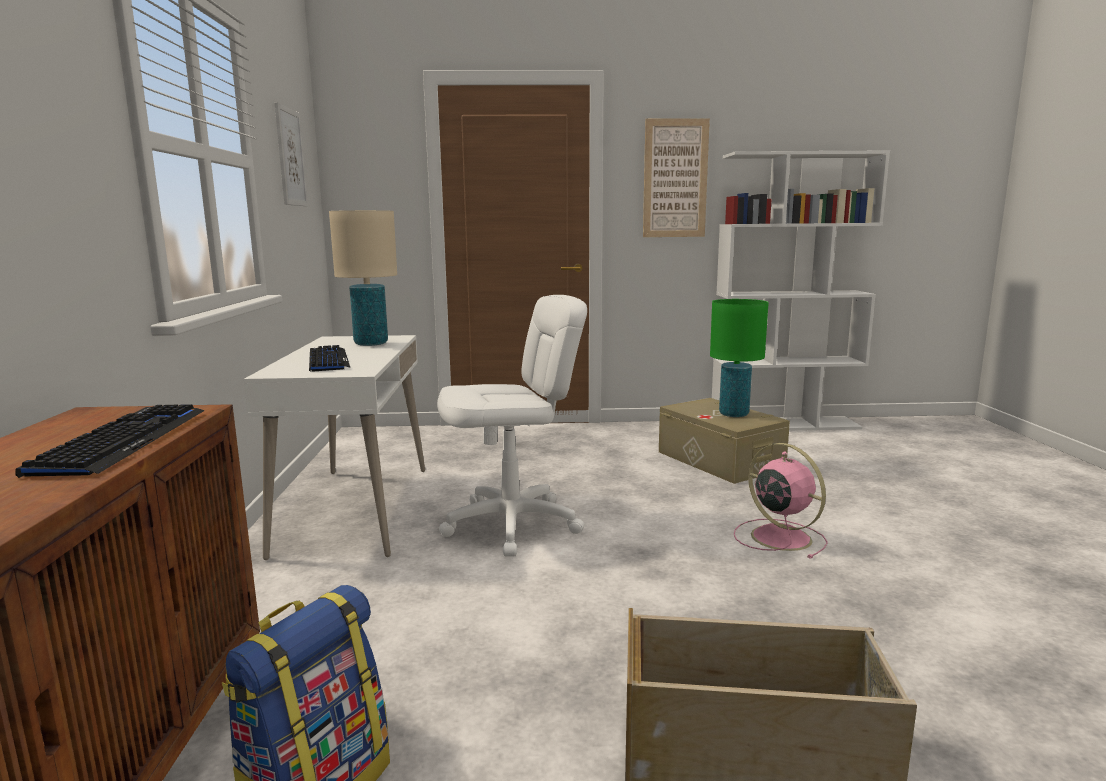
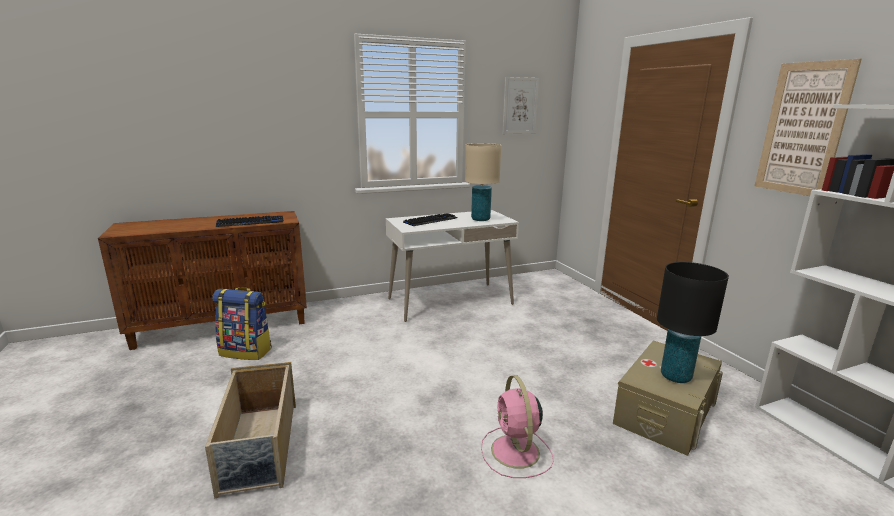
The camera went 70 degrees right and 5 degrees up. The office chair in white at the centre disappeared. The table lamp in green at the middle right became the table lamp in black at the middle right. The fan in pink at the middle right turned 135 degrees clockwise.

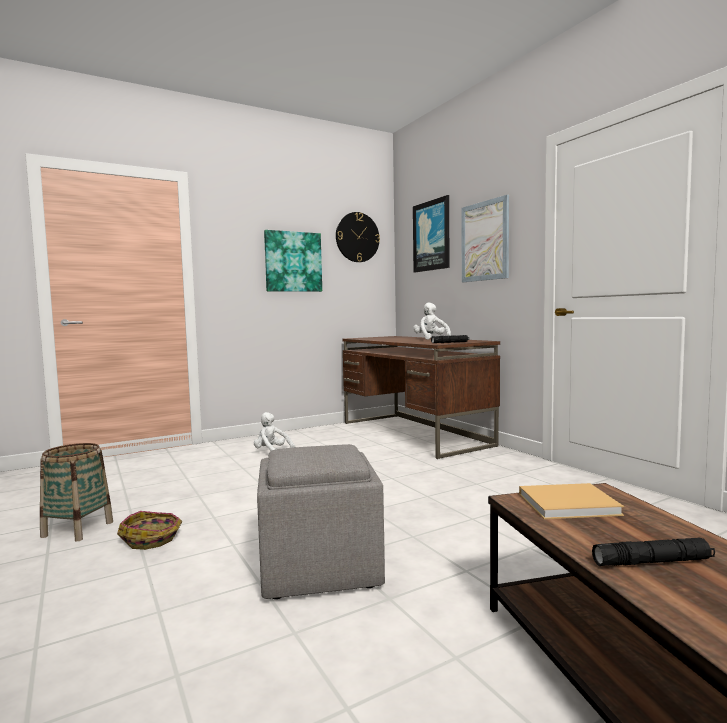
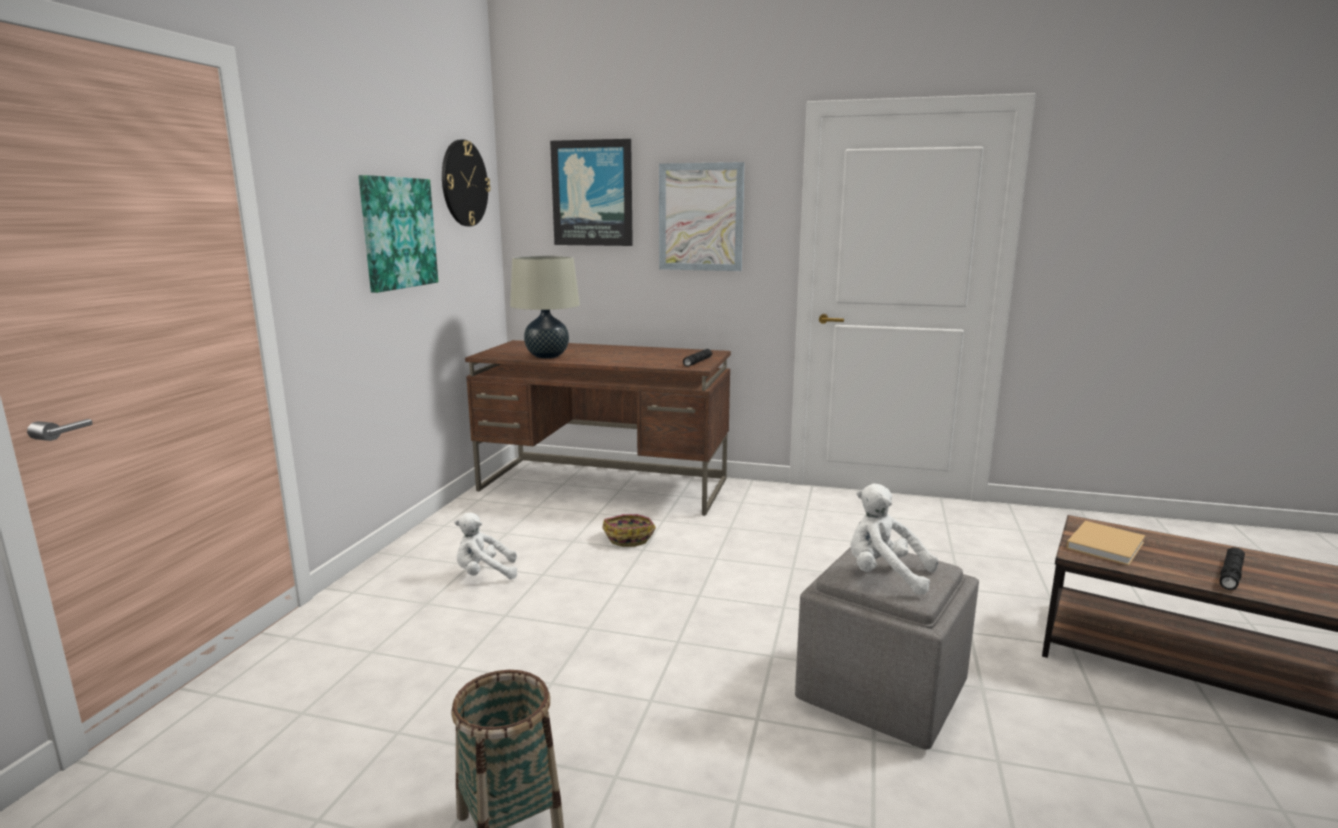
The camera went 45 degrees left and 10 degrees up. The basket (2nd from left) moved from the bottom left to the centre. The plush toy in white (2nd from left) moved from the centre to the middle right. The table lamp in beige at the centre appeared.

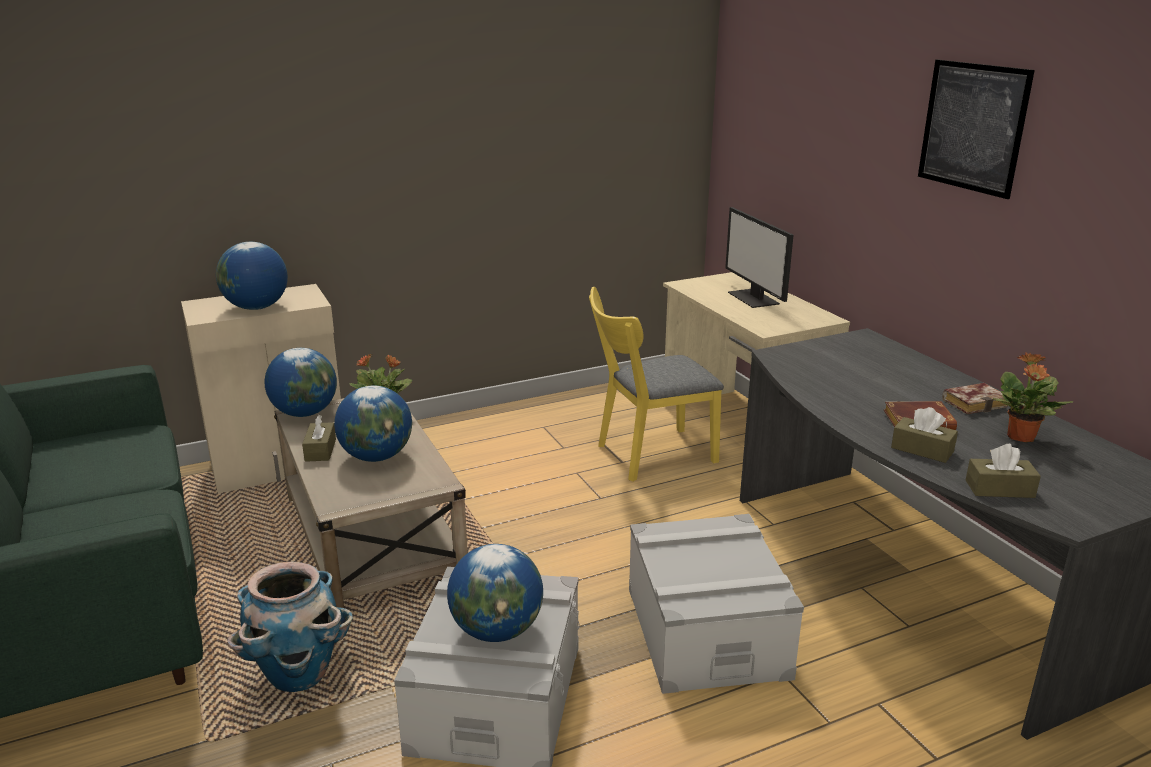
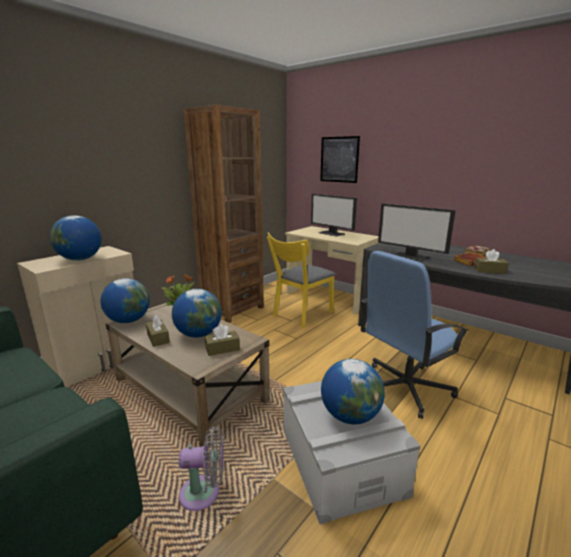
The camera went 25 degrees left and 5 degrees down. The planter at the bottom left was replaced by the fan in grey at the bottom centre. The storage box in grey (2nd from left) at the bottom centre was replaced by the office chair in blue at the middle right. The picture moved from the top right to the top centre. The tissue box in brown (3rd from left in the first image) moved from the middle right to the centre. The potted plant (2nd from left) at the middle right disappeared. The bookcase in brown at the centre appeared. The monitor (2nd from left) at the middle right appeared.

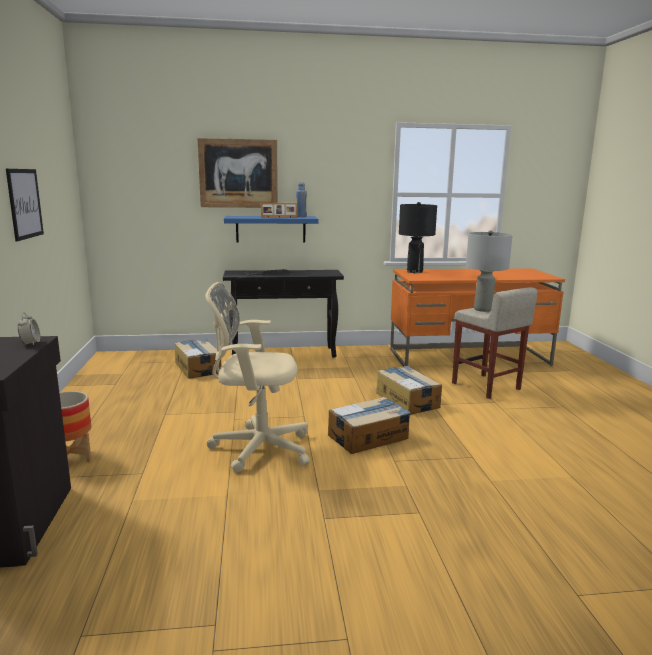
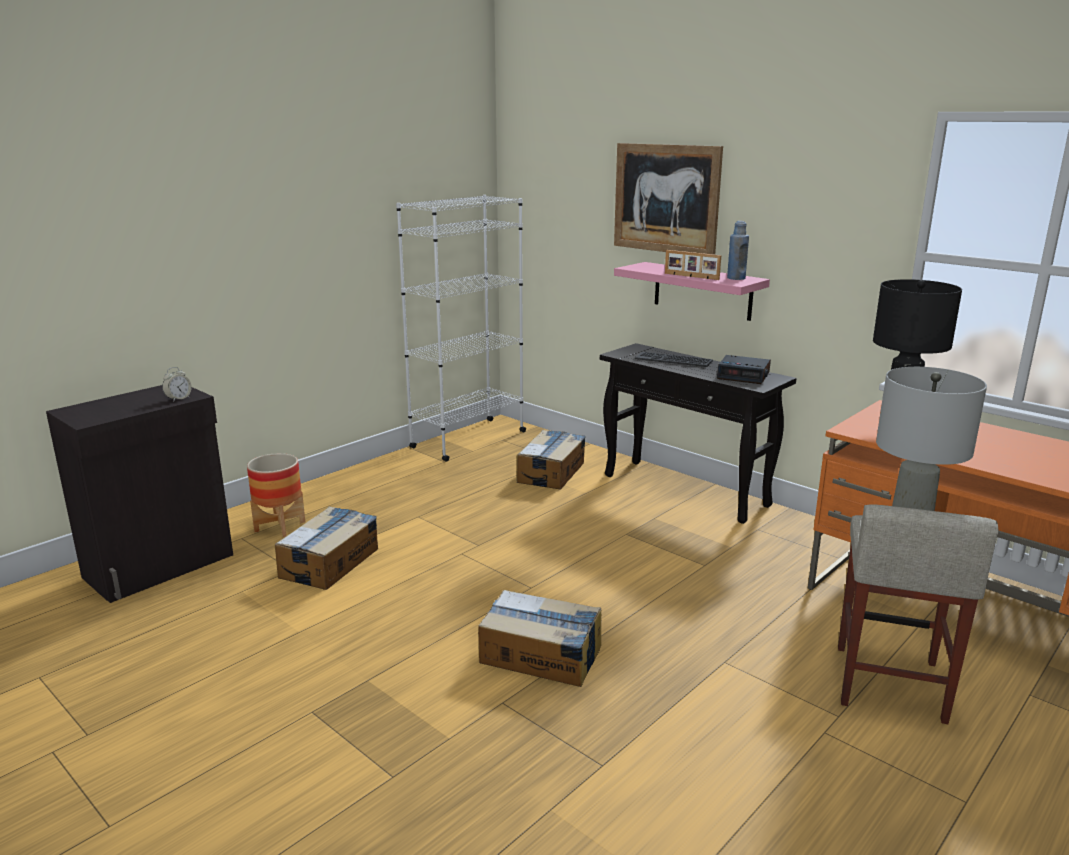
The camera went 50 degrees right and 5 degrees up. The picture (1st from left) at the top left disappeared. The office chair in beige at the centre disappeared. The shelf in blue at the centre became the shelf in pink at the centre. The cardboard box (3rd from left in the first image) moved from the centre to the middle left. The bookcase in white at the centre appeared. The alarm clock (2nd from left) at the middle right appeared.

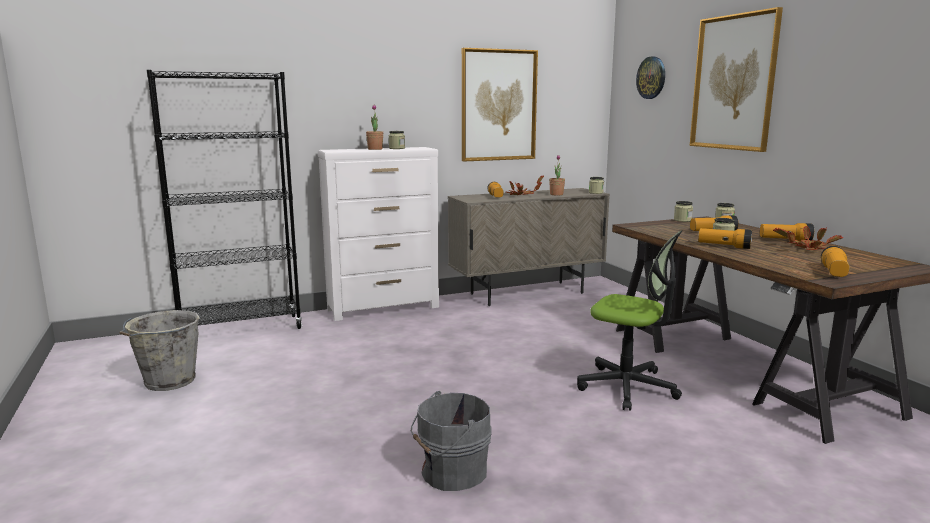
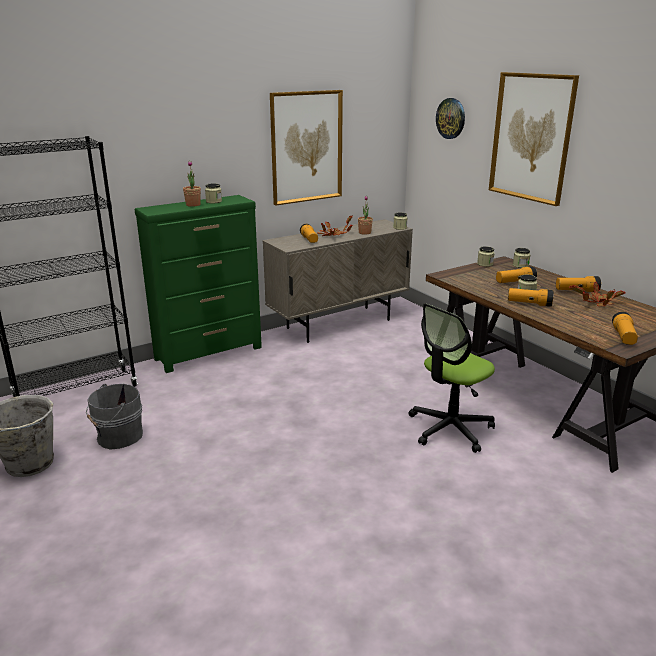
The camera went 10 degrees left and 10 degrees up. The dresser in white at the centre became the dresser in green at the middle left. The bucket in grey (2nd from left) moved from the bottom centre to the middle left. The office chair at the middle right turned 120 degrees clockwise.

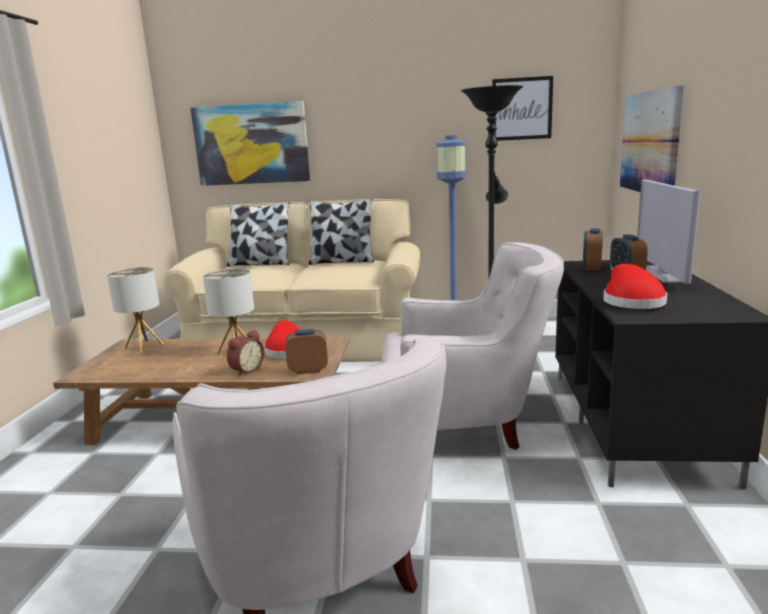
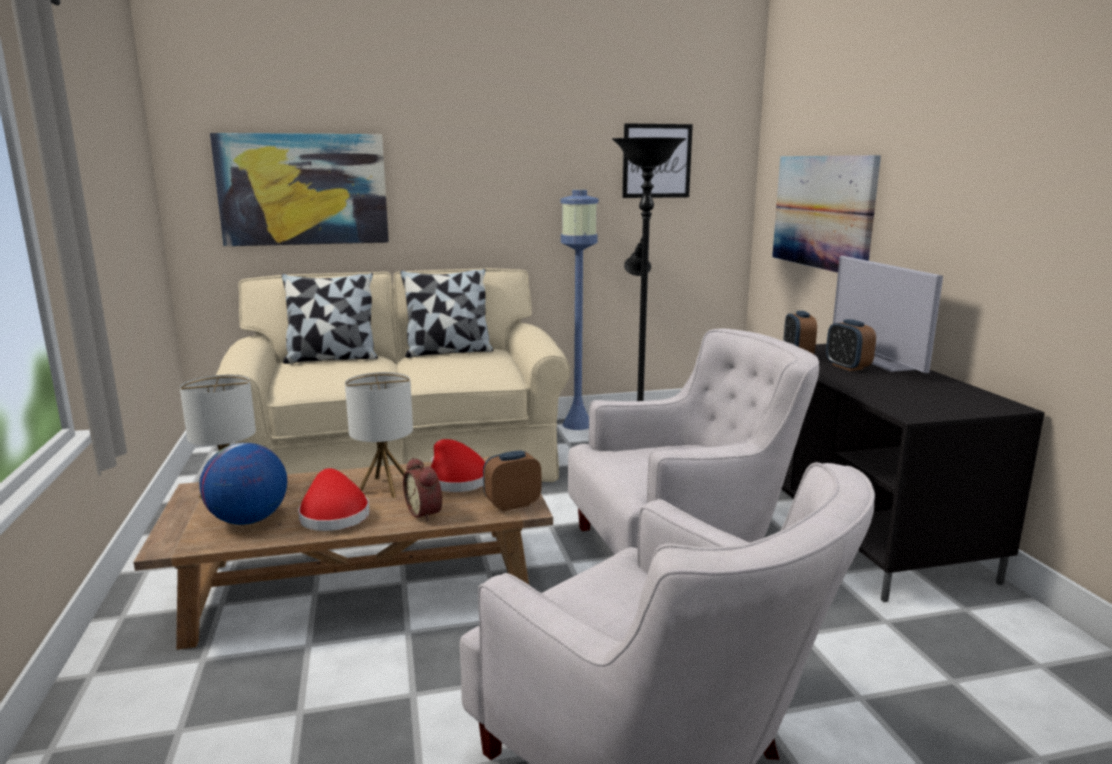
The camera went 20 degrees left and 0 degrees up. The alarm clock (1st from left) at the middle left turned 135 degrees clockwise. The hat in red (2nd from left in the first image) moved from the middle right to the middle left. The globe at the middle left appeared.

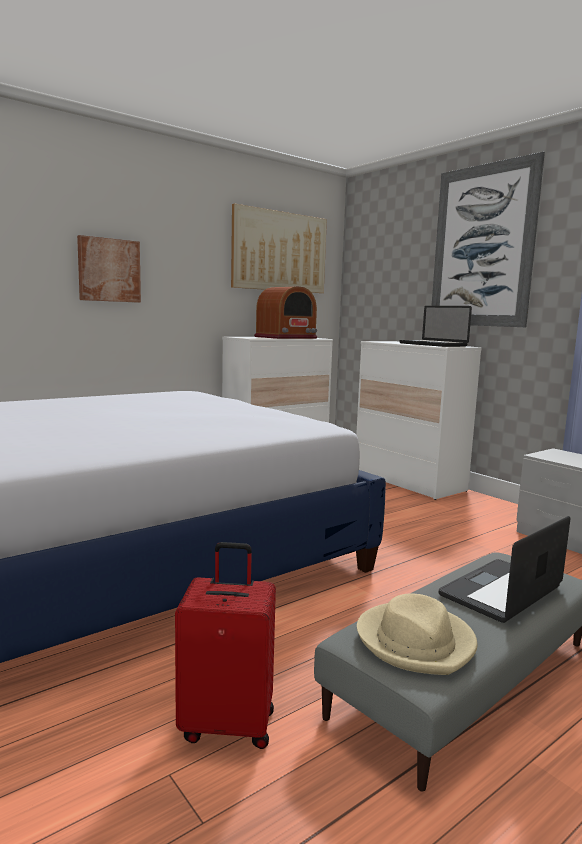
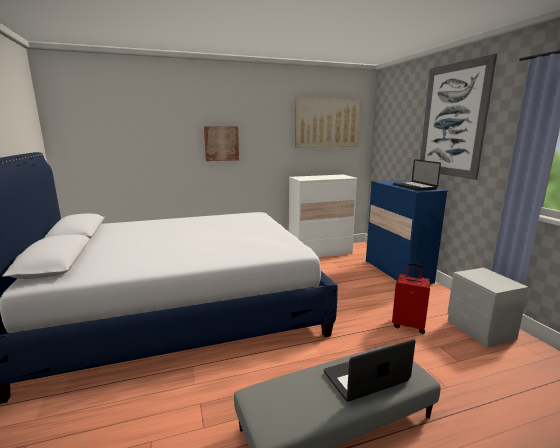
The camera went 20 degrees right and 5 degrees up. The suitcase in red moved from the bottom centre to the middle right. The radio at the centre disappeared. The dresser in white (2nd from left) at the middle right became the dresser in blue at the middle right. The hat in beige at the bottom right disappeared.

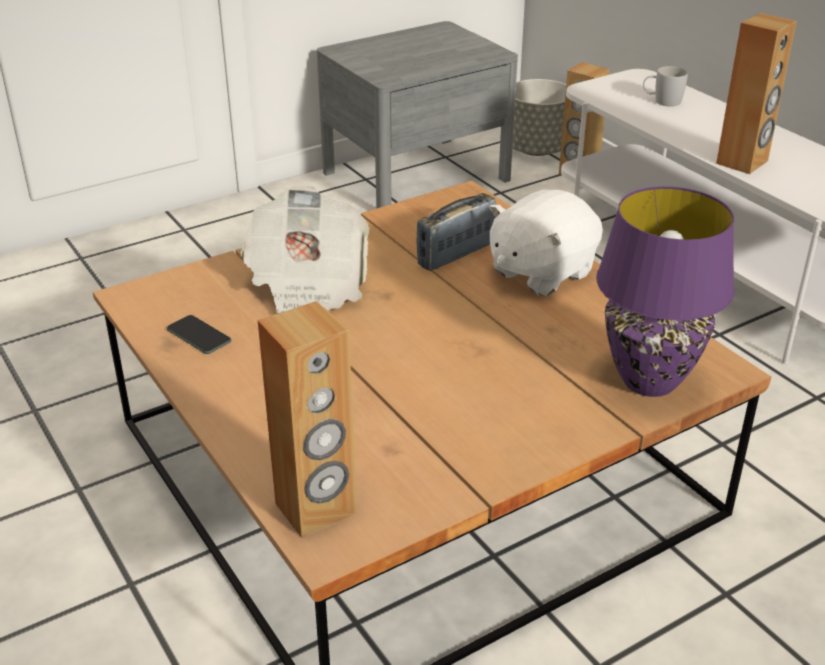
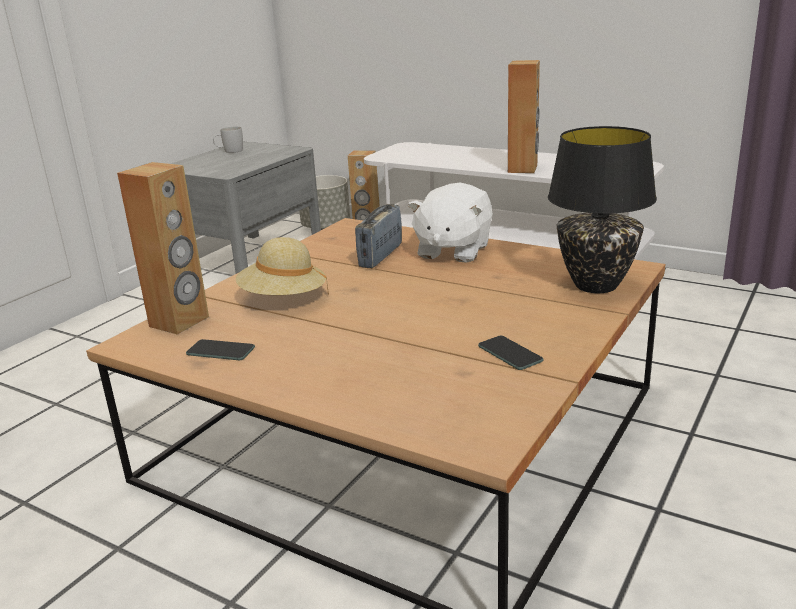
The camera went 25 degrees left and 10 degrees down. The newspaper at the centre was replaced by the hat in beige at the centre. The speaker in brown (1st from left) moved from the centre to the middle left. The table lamp in purple at the middle right became the table lamp in black at the middle right. The mug in white moved from the top right to the top left. The phone (2nd from left) at the centre appeared.

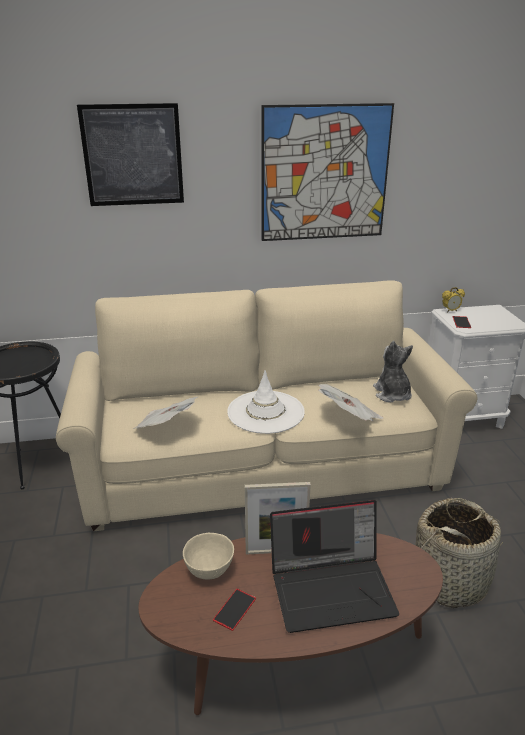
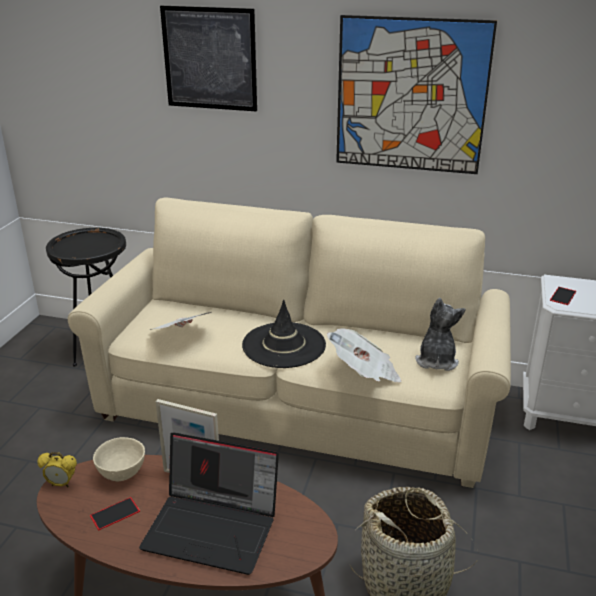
The camera went 25 degrees right and 0 degrees up. The hat in white at the centre became the hat in black at the centre. The alarm clock moved from the middle right to the bottom left.

